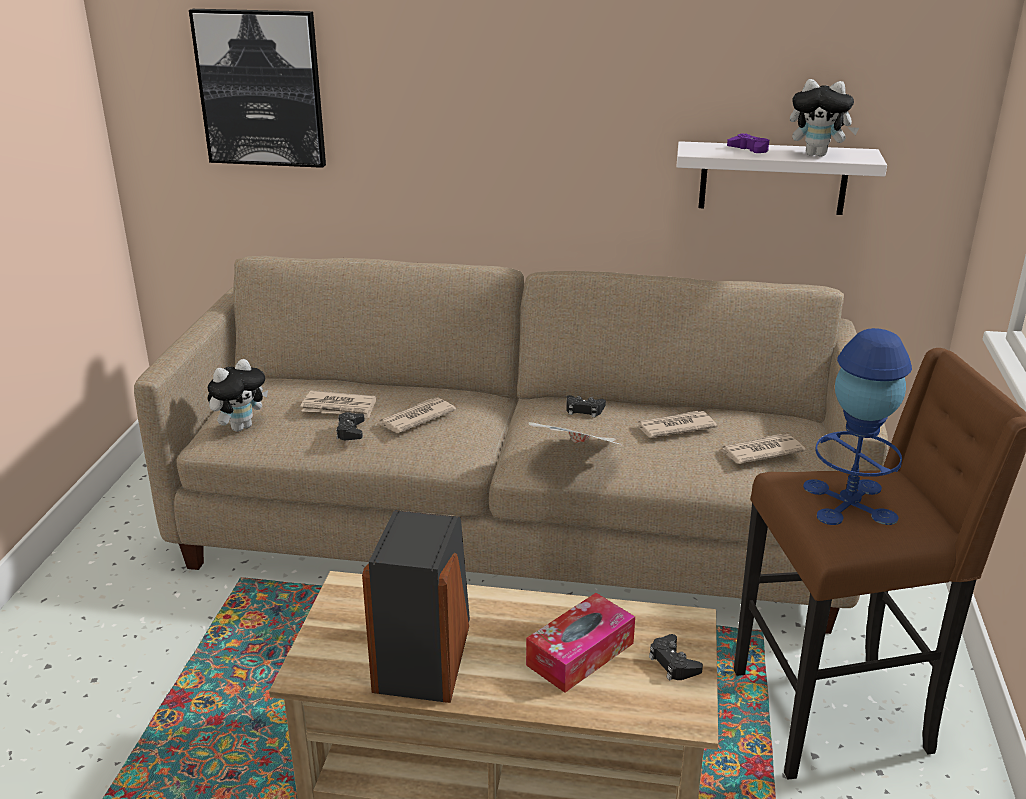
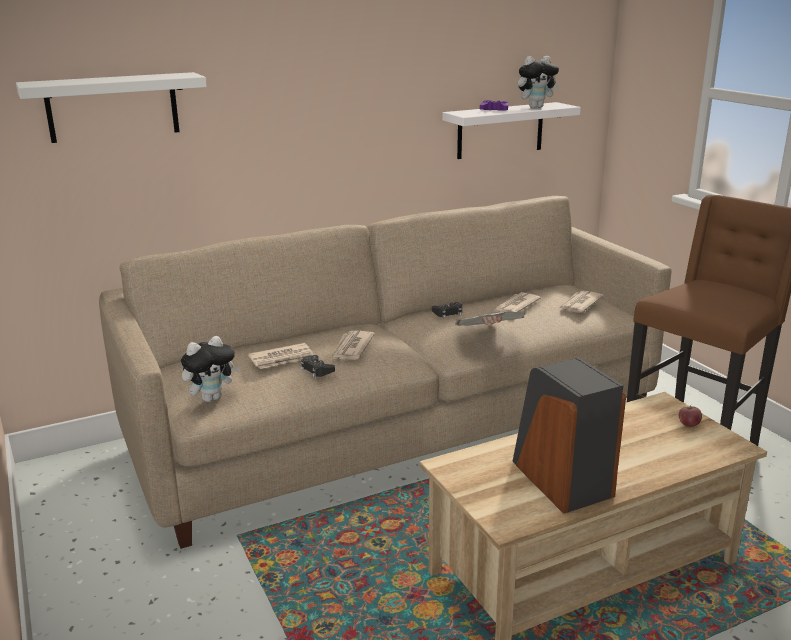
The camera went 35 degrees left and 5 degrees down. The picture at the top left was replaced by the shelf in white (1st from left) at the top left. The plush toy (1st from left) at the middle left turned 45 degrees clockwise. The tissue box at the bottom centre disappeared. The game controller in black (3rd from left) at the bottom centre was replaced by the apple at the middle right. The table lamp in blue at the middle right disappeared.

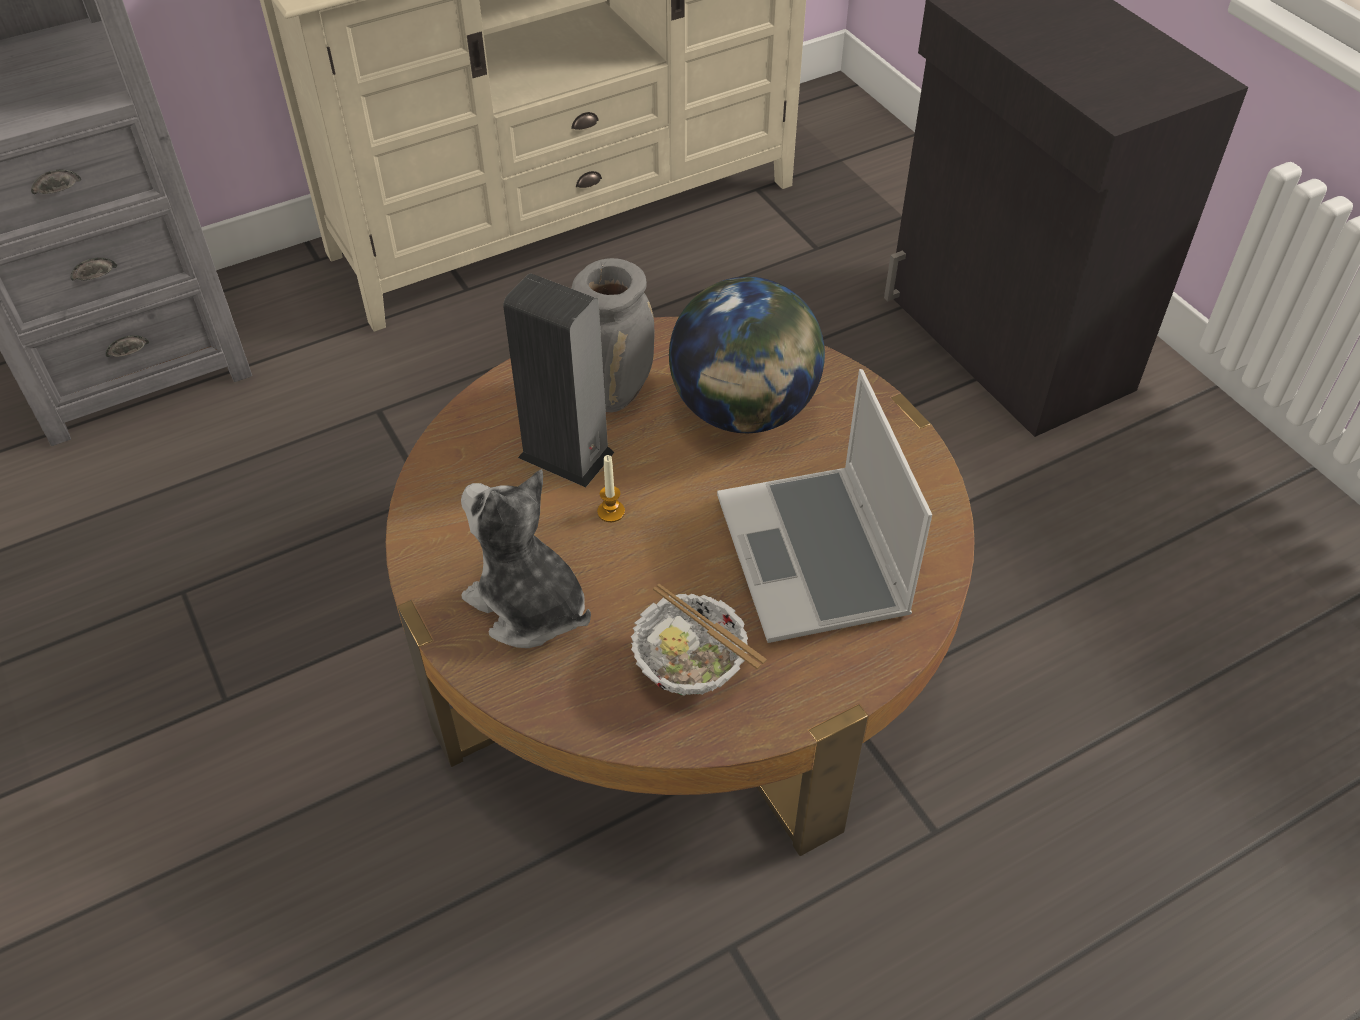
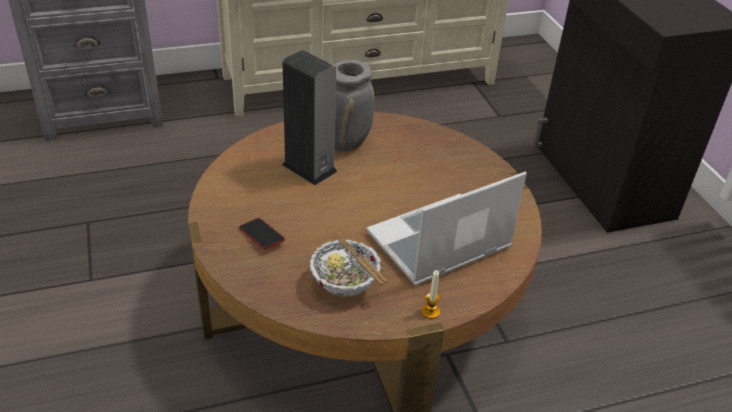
The camera went 10 degrees right and 10 degrees down. The plush toy at the centre was replaced by the phone at the centre. The candle moved from the centre to the bottom centre. The globe at the centre disappeared. The laptop at the centre turned 60 degrees clockwise.

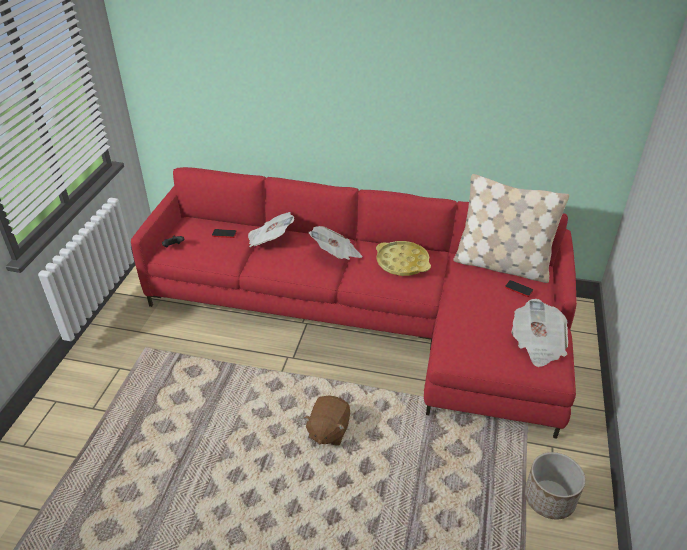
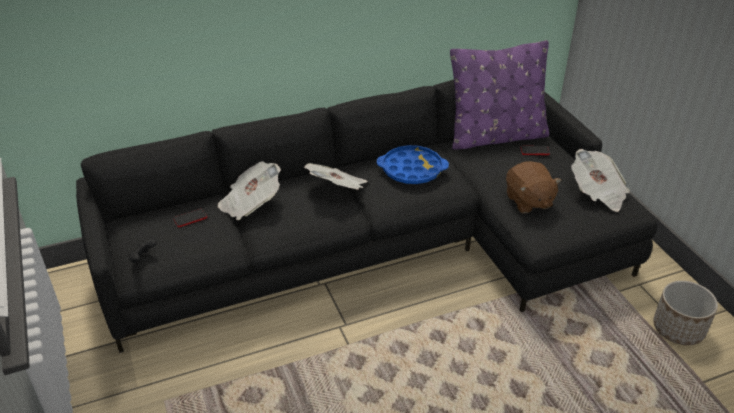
The camera went 35 degrees left and 0 degrees up. The sofa in red at the centre became the sofa in black at the centre. The plush toy in brown moved from the bottom centre to the middle right. The tray in yellow at the centre became the tray in blue at the centre. The pillow in beige at the middle right became the pillow in purple at the top right.

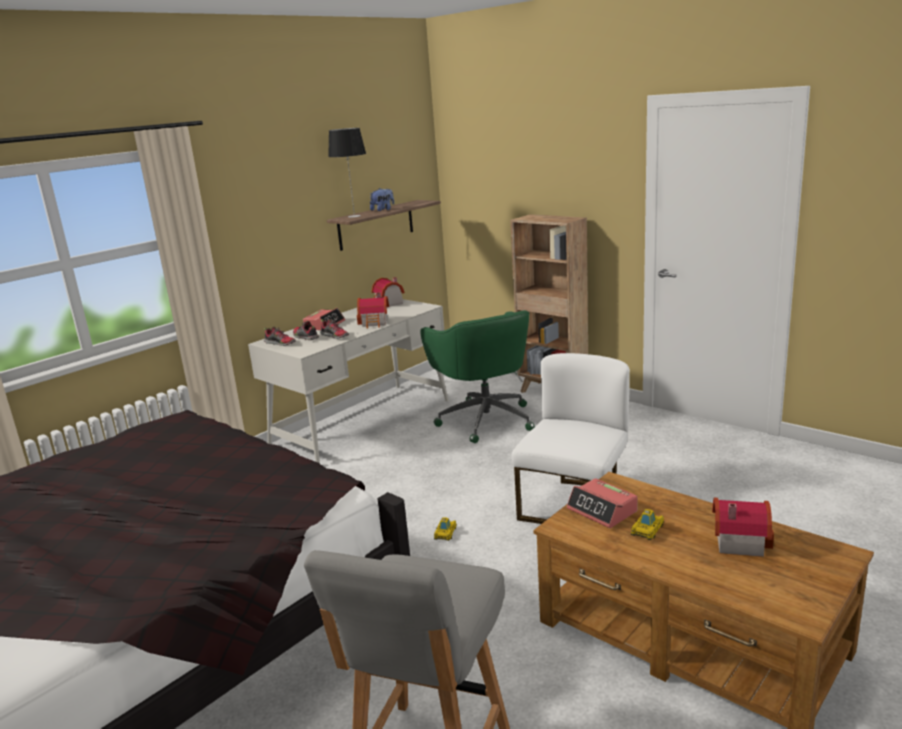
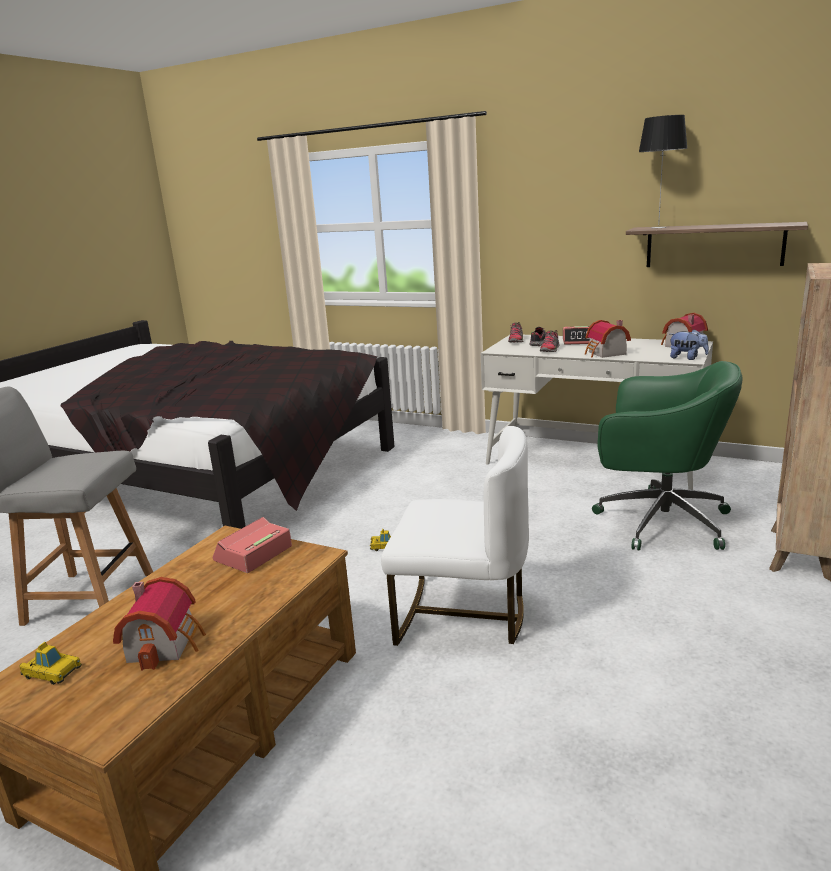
The camera went 75 degrees right and 0 degrees up. The plush toy moved from the top centre to the middle right. The office chair in green at the centre turned 120 degrees counterclockwise. The toy car (2nd from left in the first image) moved from the bottom right to the bottom left.

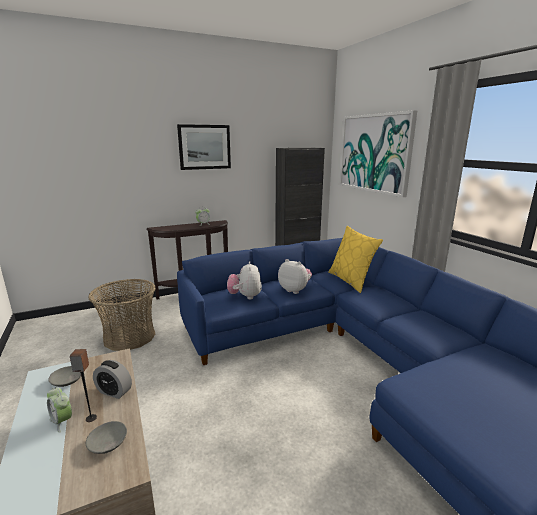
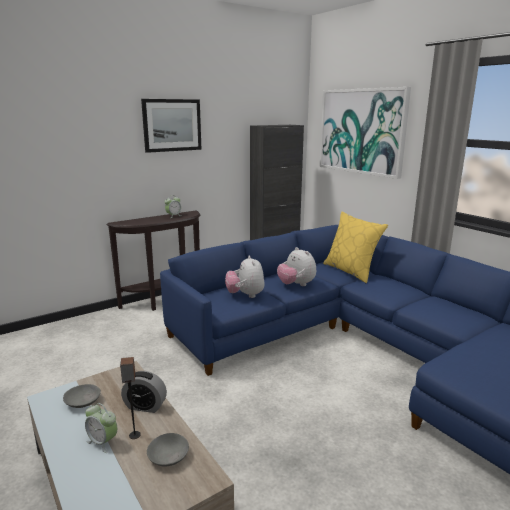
The camera went 10 degrees left and 0 degrees up. The basket at the middle left disappeared. The plush toy (2nd from left) at the centre turned 150 degrees counterclockwise.

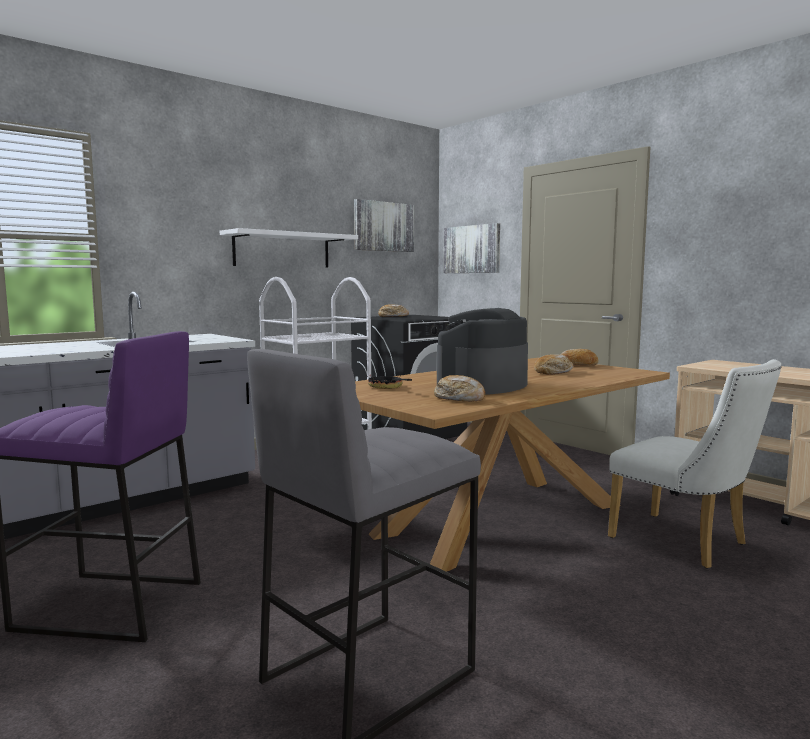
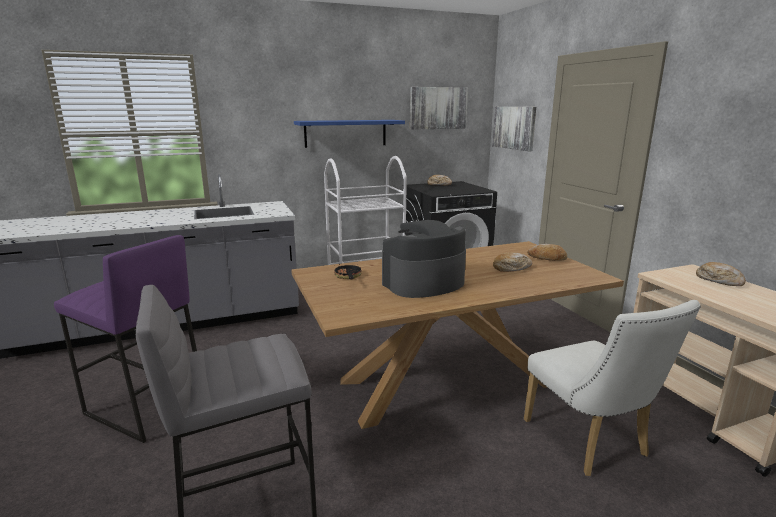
The camera went 20 degrees right and 10 degrees up. The shelf in white at the centre became the shelf in blue at the top centre. The bread (2nd from left in the first image) moved from the centre to the middle right.

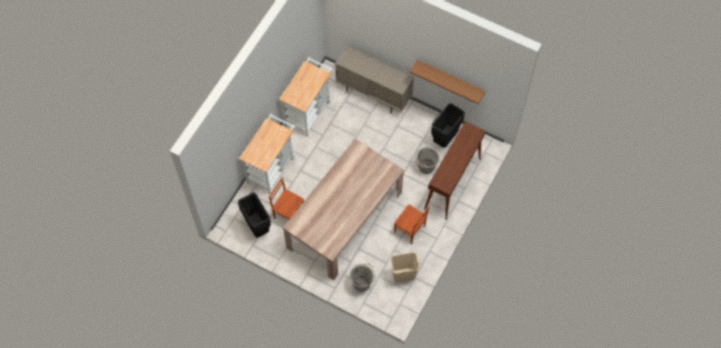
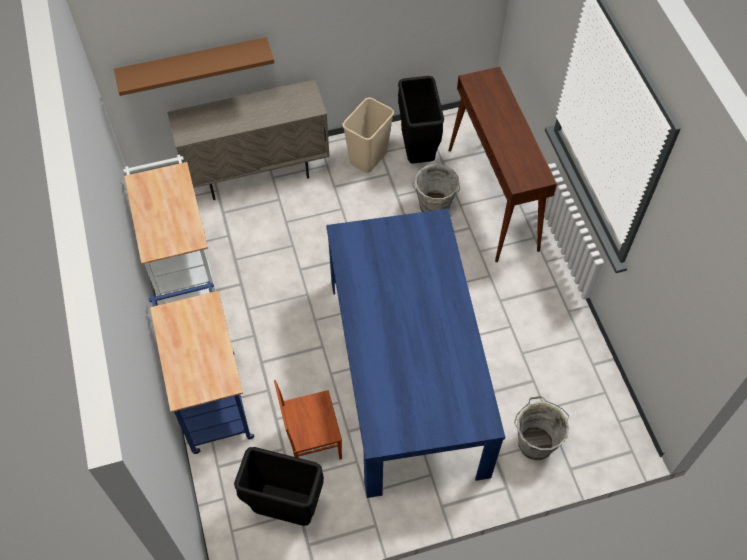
The camera went 45 degrees left and 5 degrees down. The cart in white (1st from left) at the centre became the cart in blue at the middle left. The dining table in beige at the centre became the dining table in blue at the centre. The trash can in beige moved from the bottom centre to the top centre. The chair in brown (2nd from left) at the centre disappeared. The shelf in brown moved from the top centre to the top left.

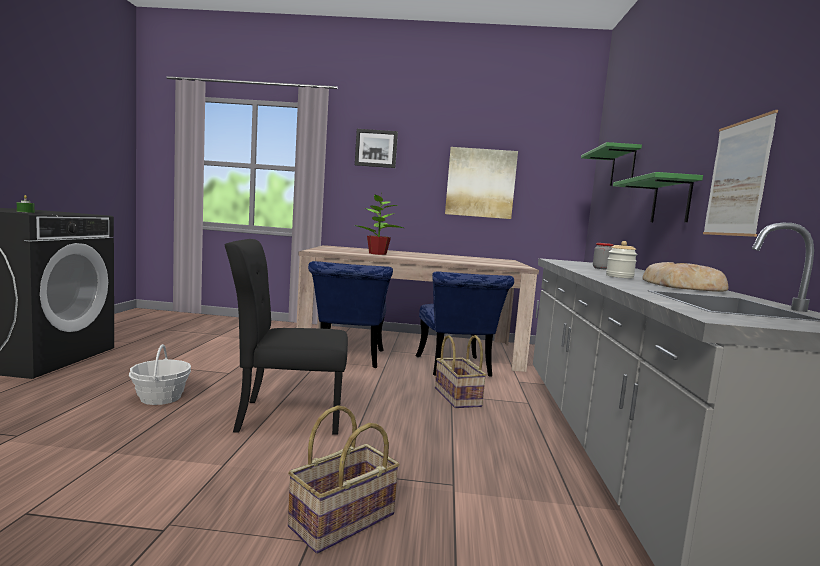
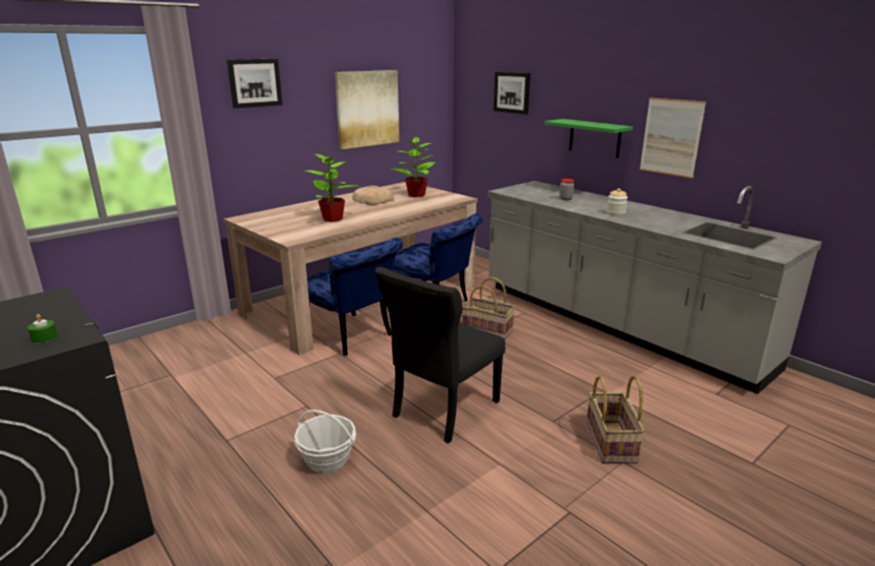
The camera went 45 degrees left and 15 degrees up. The shelf in green (1st from left) at the top right was replaced by the picture (3rd from left) at the top centre. The bread moved from the middle right to the centre. The potted plant (2nd from left) at the top centre appeared.

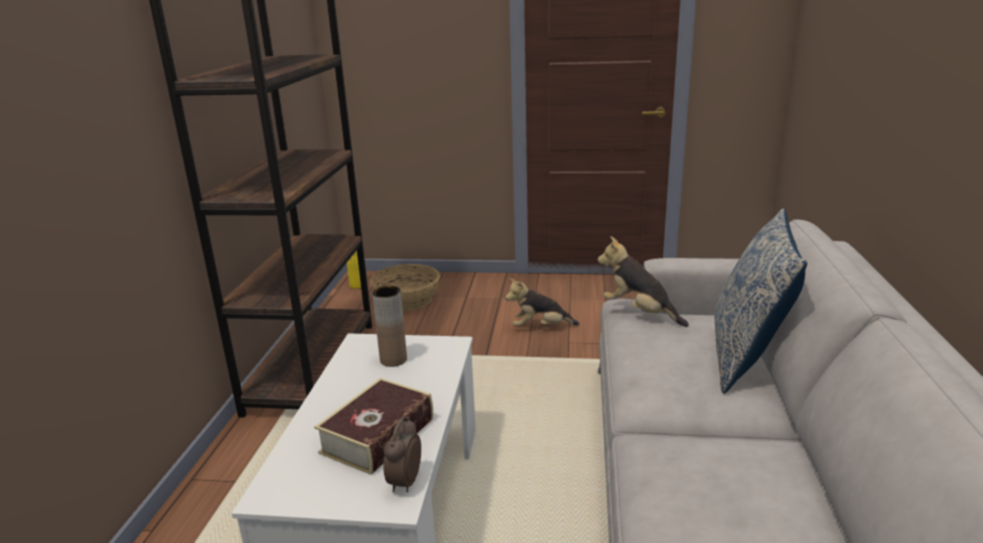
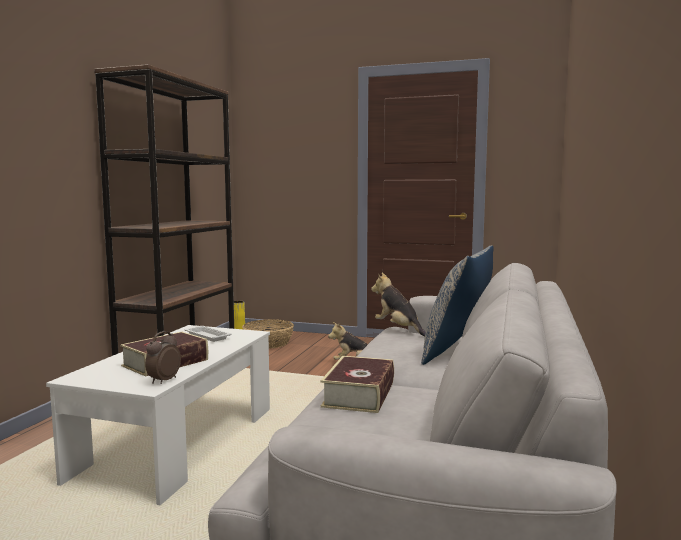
The camera went 10 degrees right and 15 degrees down. The vase in brown at the centre was replaced by the tray in white at the middle left. The book (2nd from left) at the bottom centre appeared.

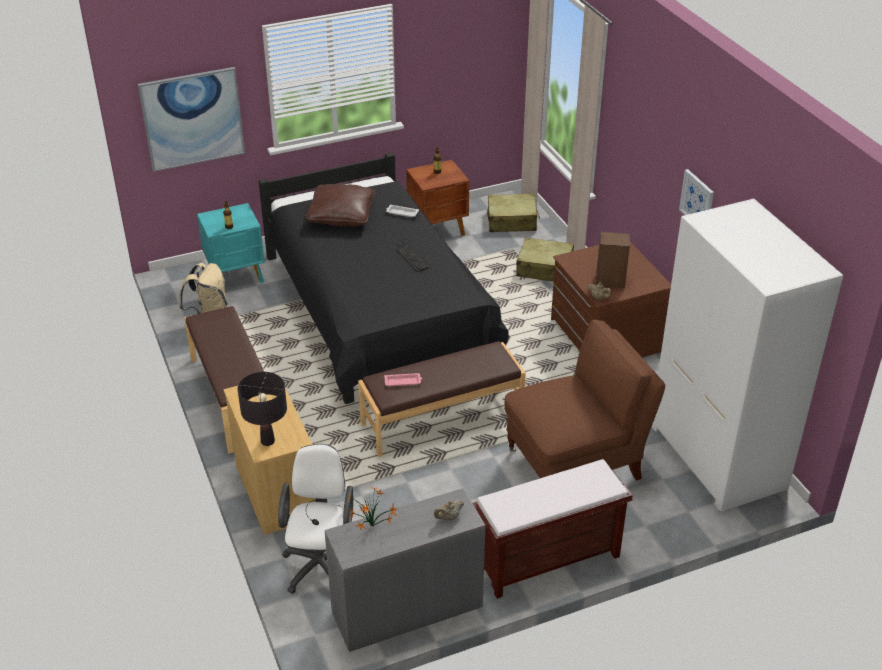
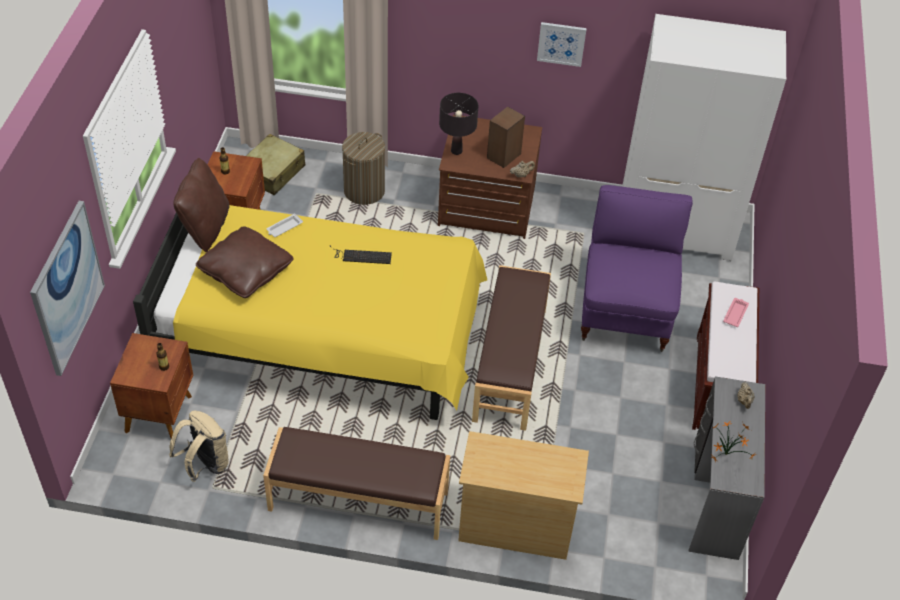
The camera went 60 degrees left and 10 degrees up. The nightstand in turquoise at the middle left became the nightstand in brown (1st from left) at the middle left. The table lamp in black moved from the middle left to the top centre. The bed in black at the centre became the bed in yellow at the centre. The office chair in white at the bottom centre disappeared. The tray in pink moved from the centre to the middle right. The armchair in brown at the centre became the armchair in purple at the middle right. The suitcase in beige (2nd from left) at the centre was replaced by the laundry basket at the top centre. The pillow in brown (1st from left) at the middle left appeared.

